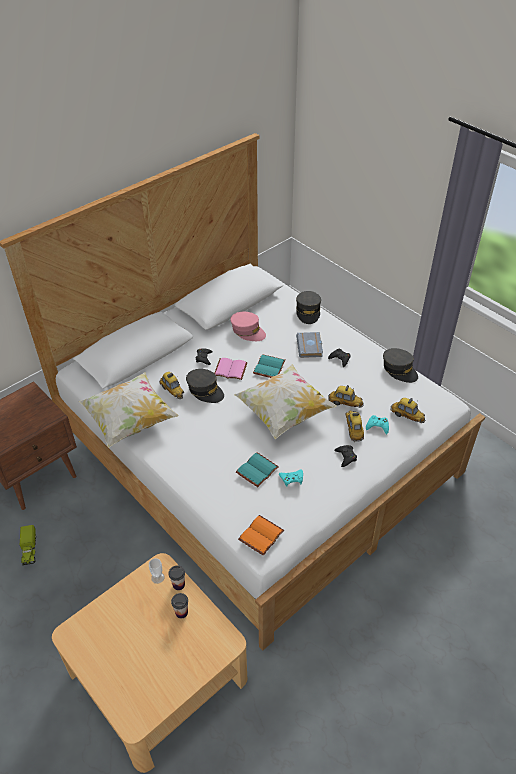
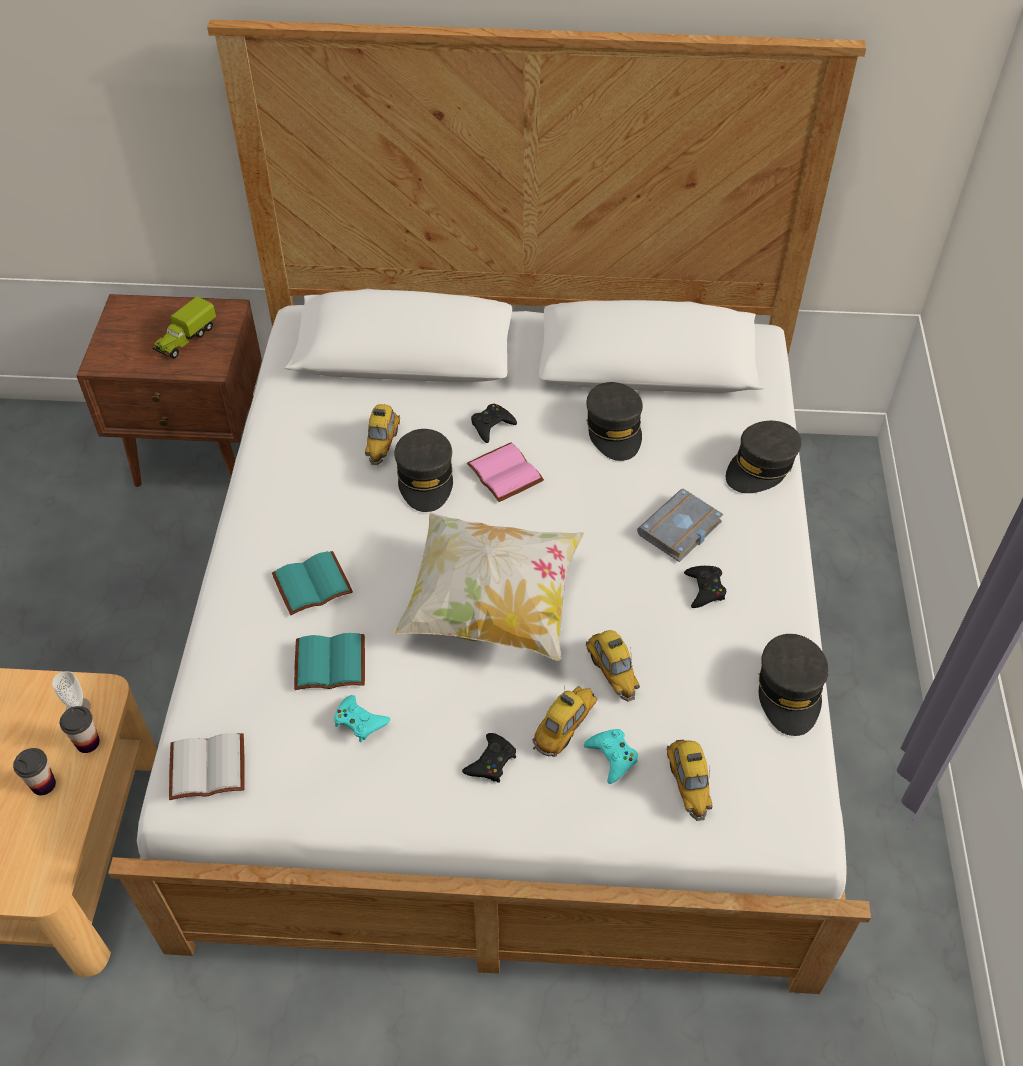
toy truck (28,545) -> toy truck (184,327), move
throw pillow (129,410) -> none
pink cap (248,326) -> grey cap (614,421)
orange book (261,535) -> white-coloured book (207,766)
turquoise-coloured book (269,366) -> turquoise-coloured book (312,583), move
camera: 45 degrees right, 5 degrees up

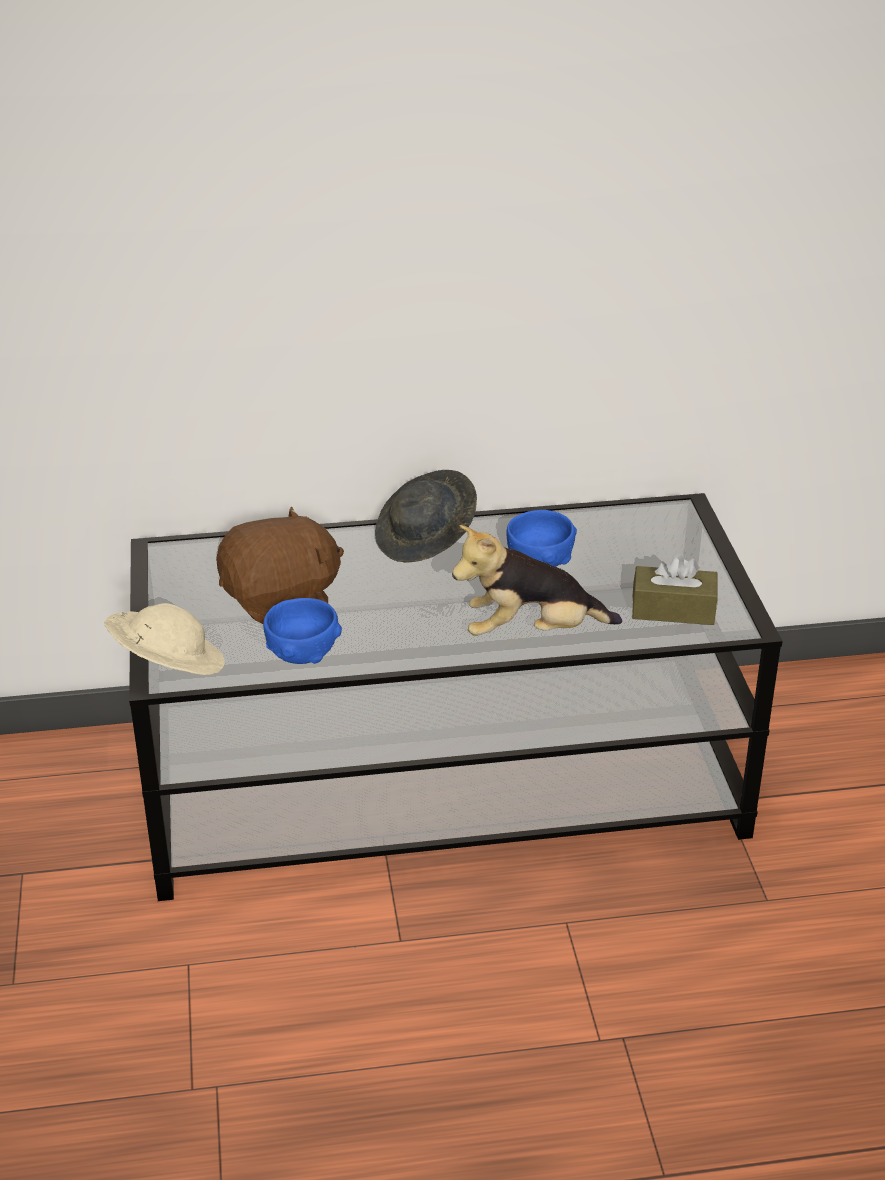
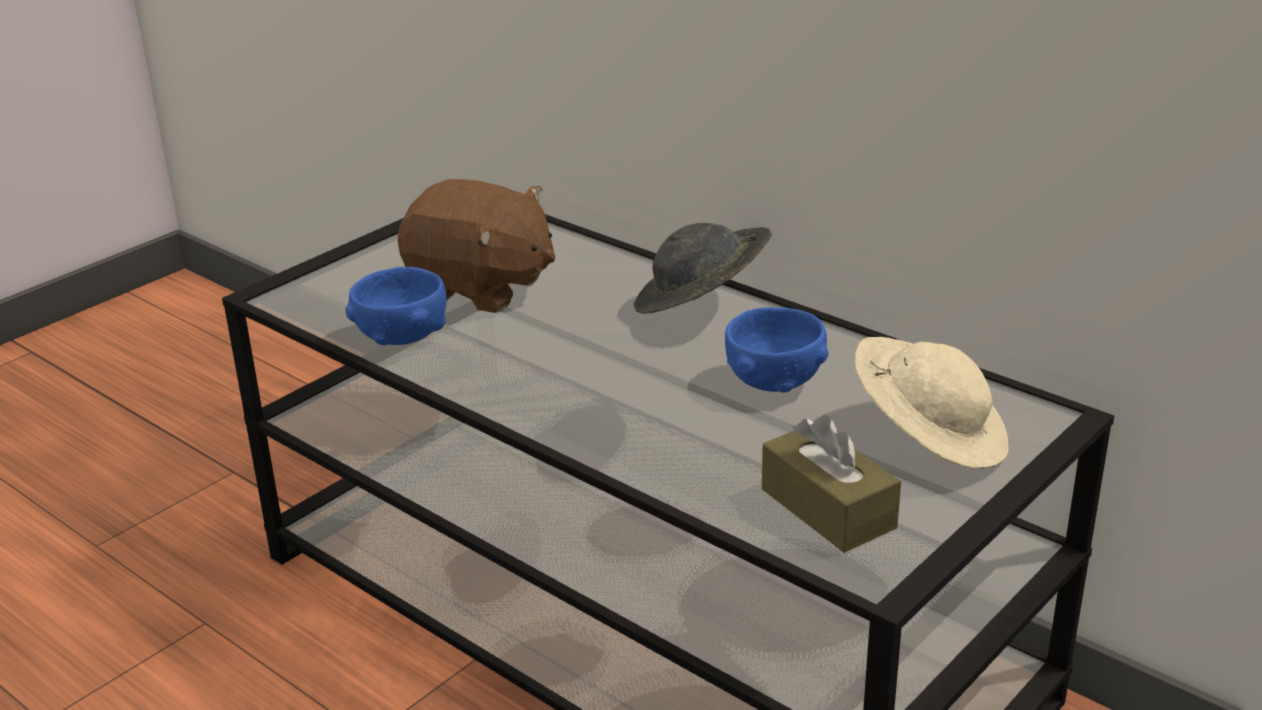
beige-coloured wearable hat (164,639) -> beige-coloured wearable hat (931,403), move
cuddly toy (537,580) -> none
camera: 50 degrees right, 5 degrees down

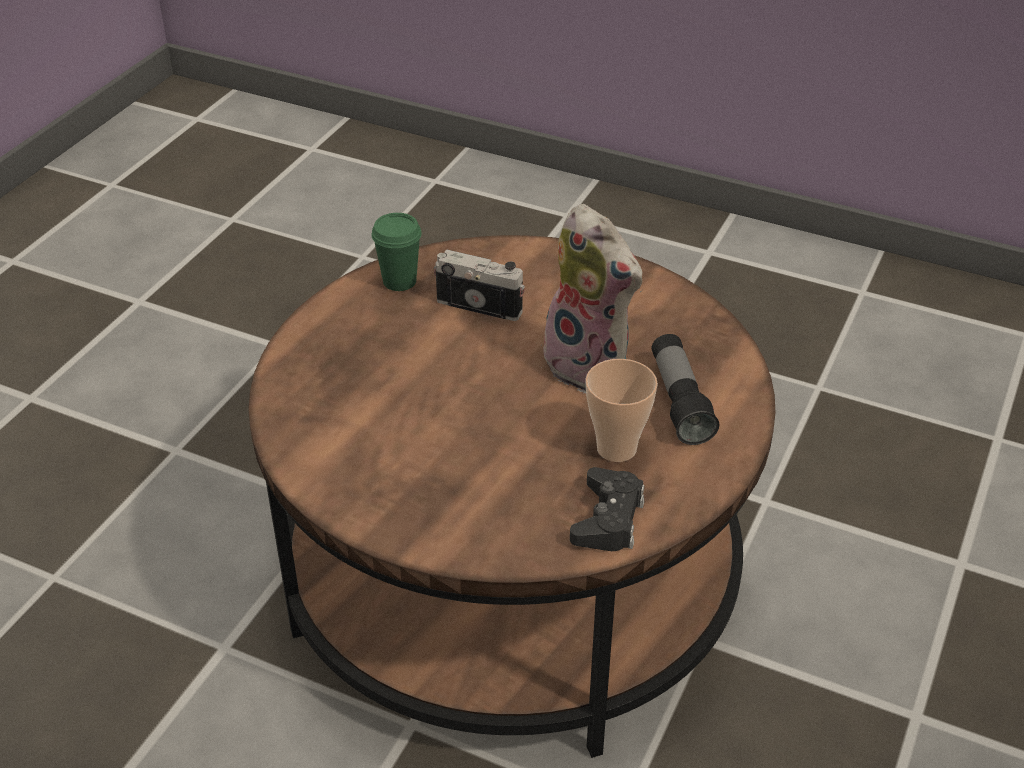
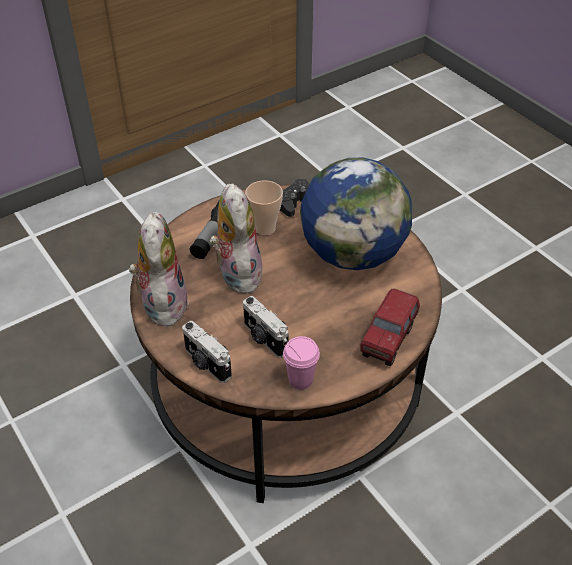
green cup (396,252) -> pink cup (301,363)
none -> cuddly toy (159,269)
none -> photo camera (207,352)
none -> desk globe (356,214)
none -> toy truck (390,327)
camera: 150 degrees left, 5 degrees up

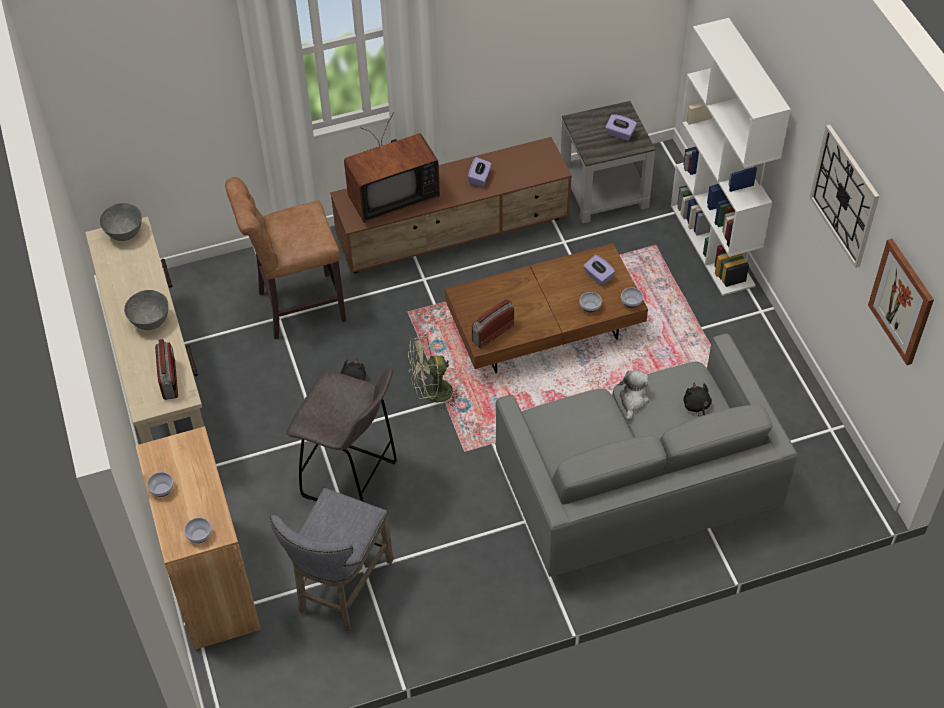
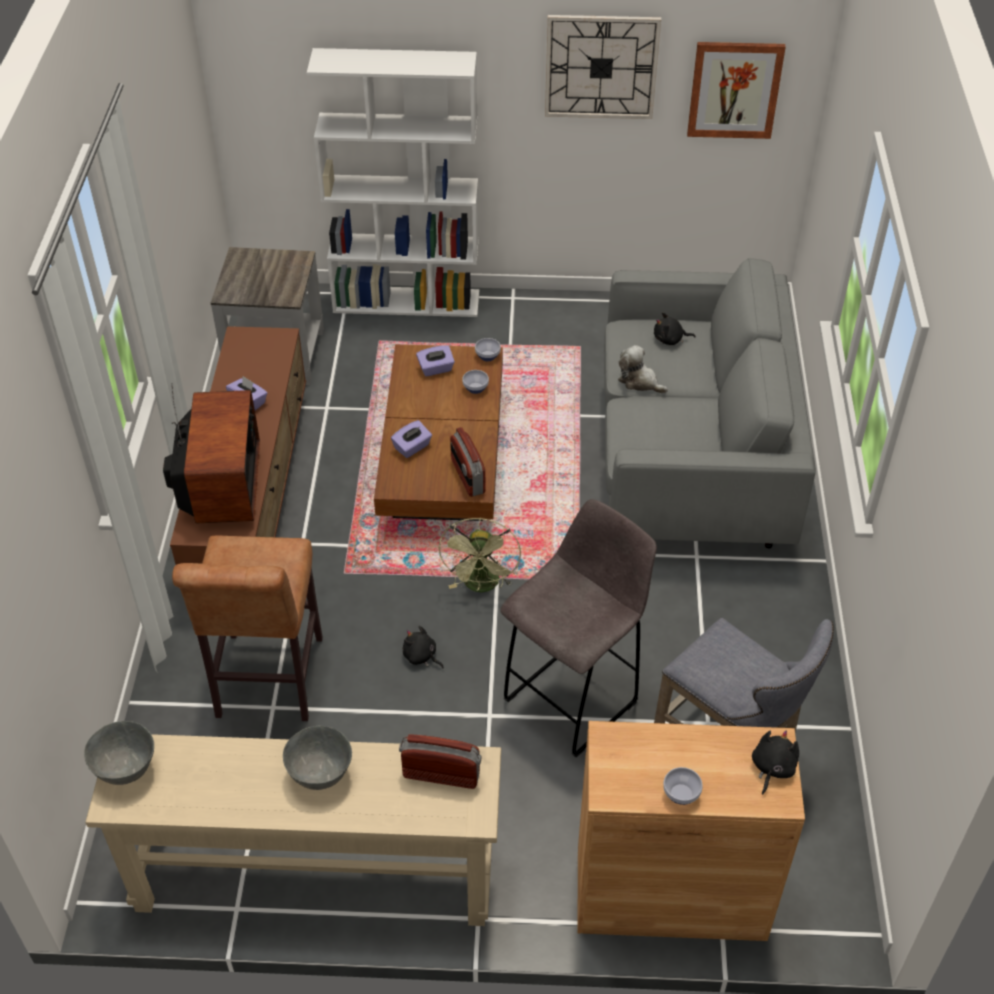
bowl (198,530) -> blackish cuddly toy (775,762)
purple tissue box (621,127) -> purple tissue box (411,439), move
camera: 70 degrees left, 5 degrees down

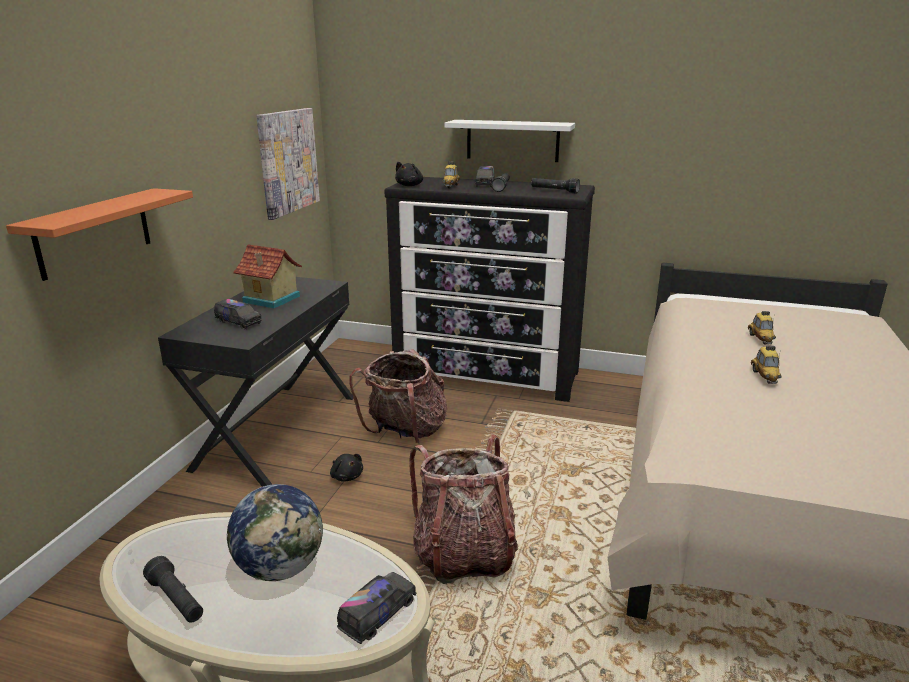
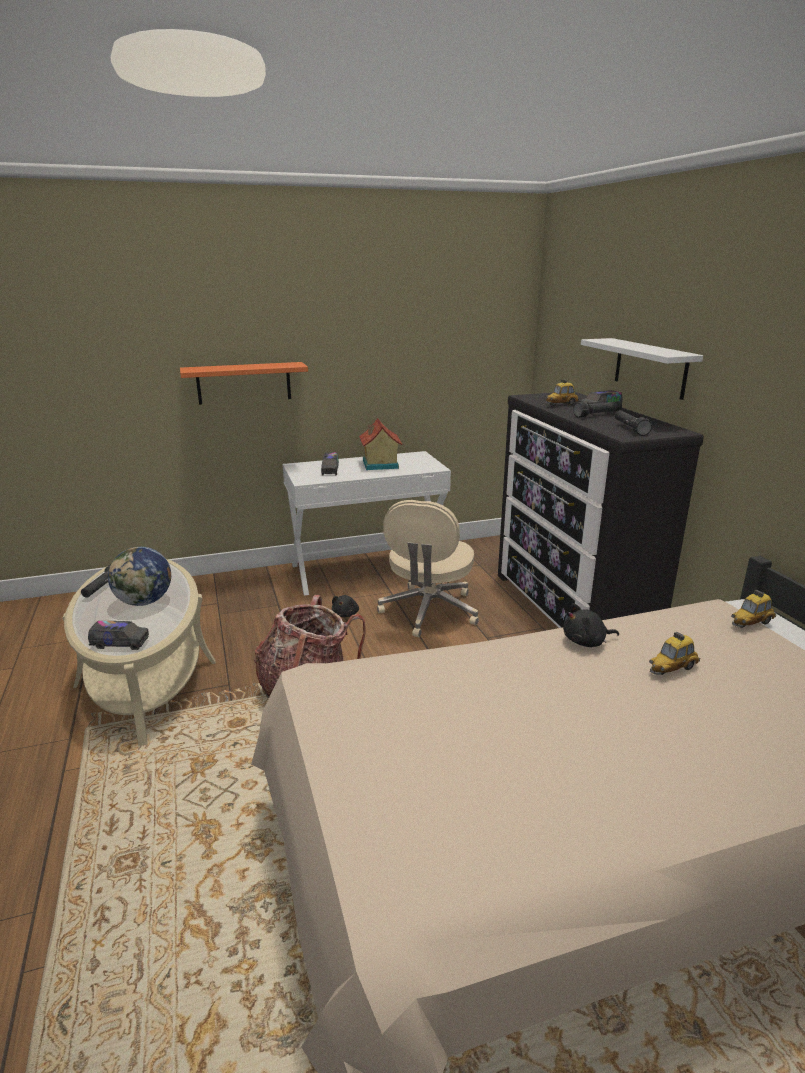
blackish desk table (256,382) -> white-coloured desk table (366,523)
wall art (288,164) -> none
rucksack (398,396) -> beige-coloured office chair (428,568)
blackish cuddly toy (409,174) -> blackish cuddly toy (591,625), move
model car (766,364) -> model car (754,609), move
camera: 55 degrees right, 0 degrees up

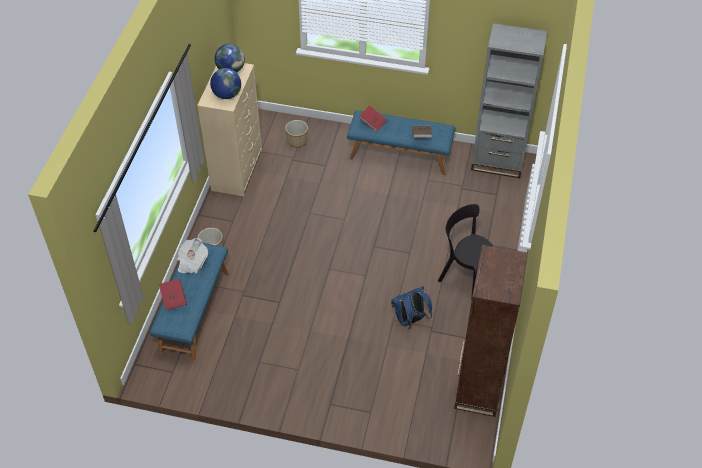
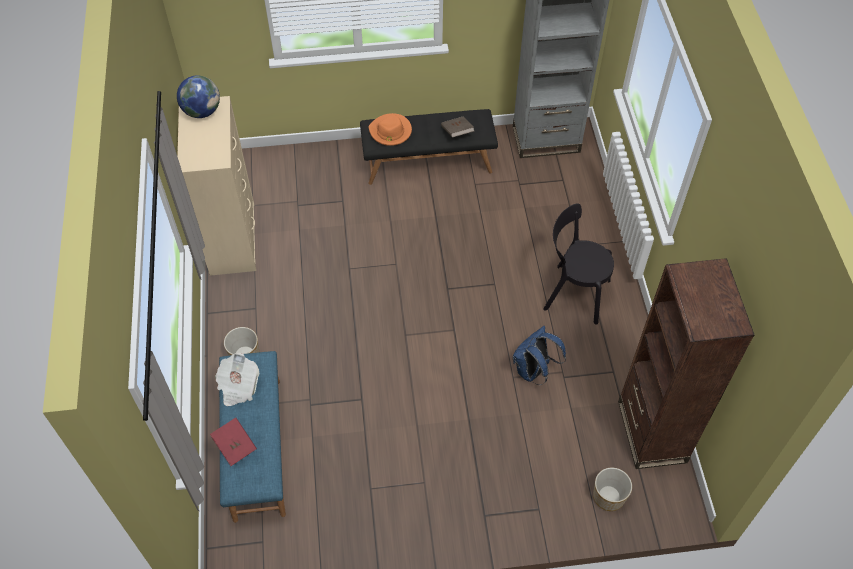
desk globe (225,83) -> none
planter (296,134) -> planter (612,489), move
blue-coloured indoor bench (401,142) -> blackish indoor bench (429,147)
red-coloured book (373,118) -> orange wearable hat (390,129)
camera: 20 degrees left, 5 degrees up

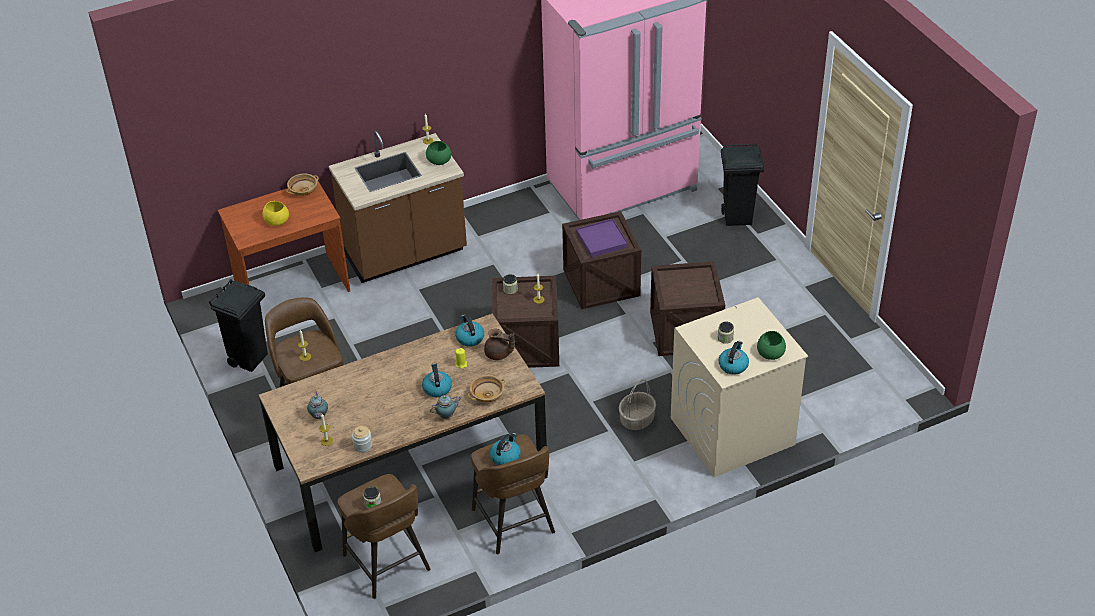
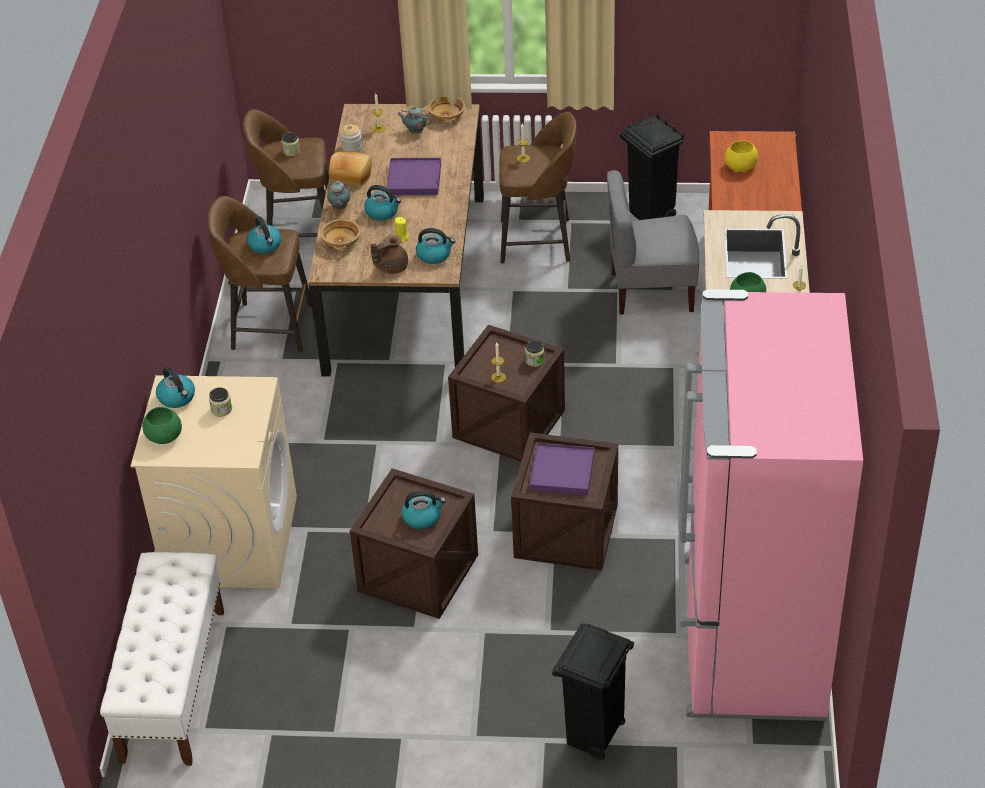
beige-coloured bowl (302,185) -> beige-coloured bowl (446,109), move
storage basket (637,404) -> none
none -> white-coloured indoor bench (162,659)
none -> bread (350,168)
none -> purple tray (413,176)
none -> tea kettle (424,510)
none -> grey upright chair (653,242)
camera: 120 degrees right, 0 degrees up

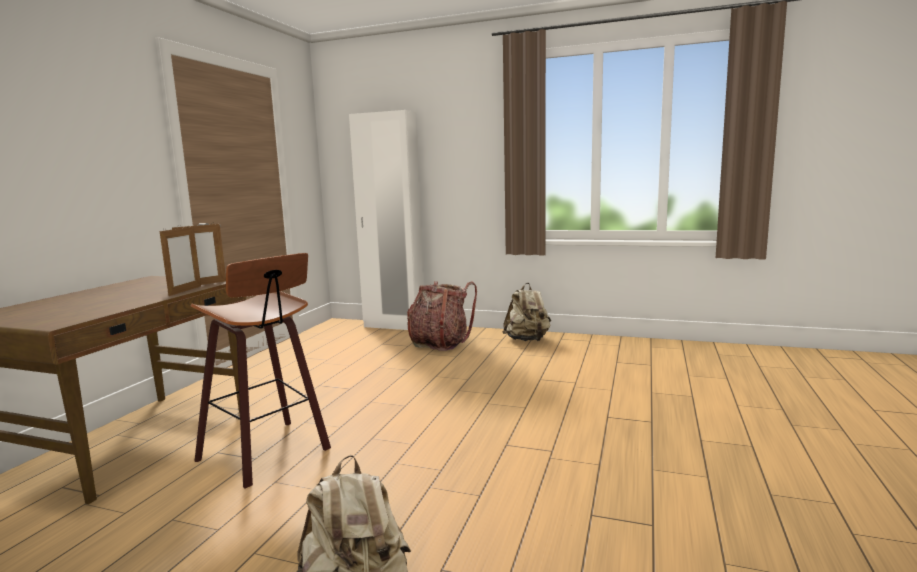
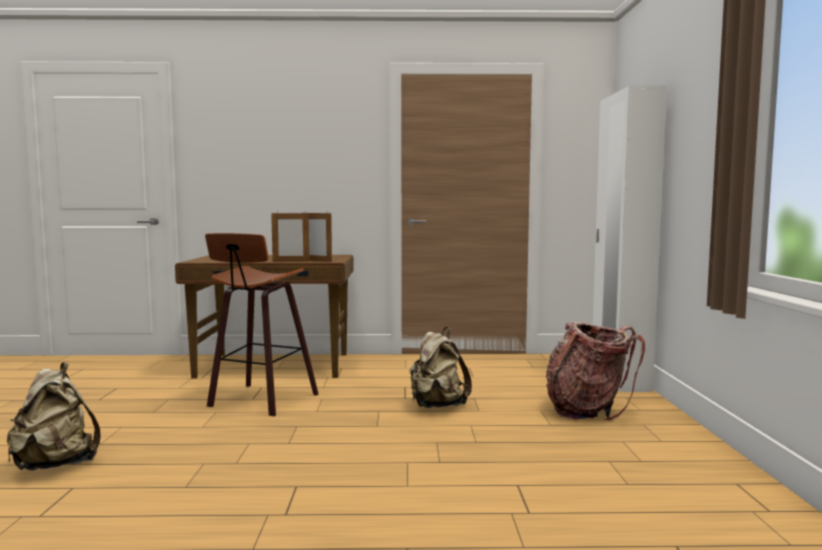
beige-coloured rucksack (526,312) -> beige-coloured rucksack (440,367), move
camera: 70 degrees right, 5 degrees down

